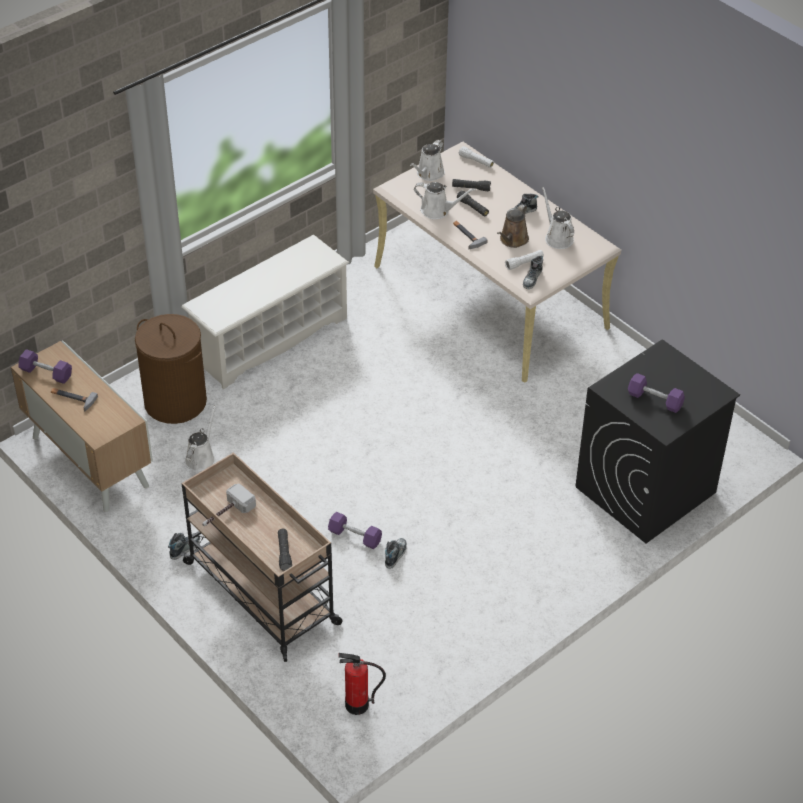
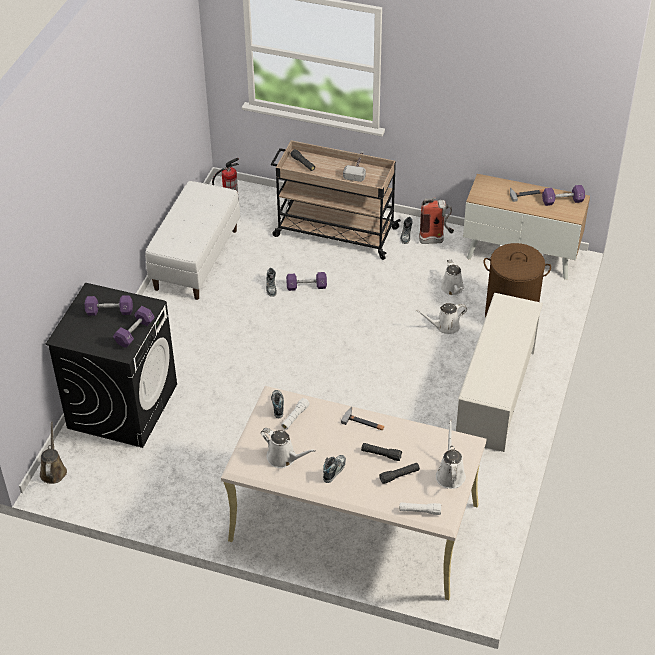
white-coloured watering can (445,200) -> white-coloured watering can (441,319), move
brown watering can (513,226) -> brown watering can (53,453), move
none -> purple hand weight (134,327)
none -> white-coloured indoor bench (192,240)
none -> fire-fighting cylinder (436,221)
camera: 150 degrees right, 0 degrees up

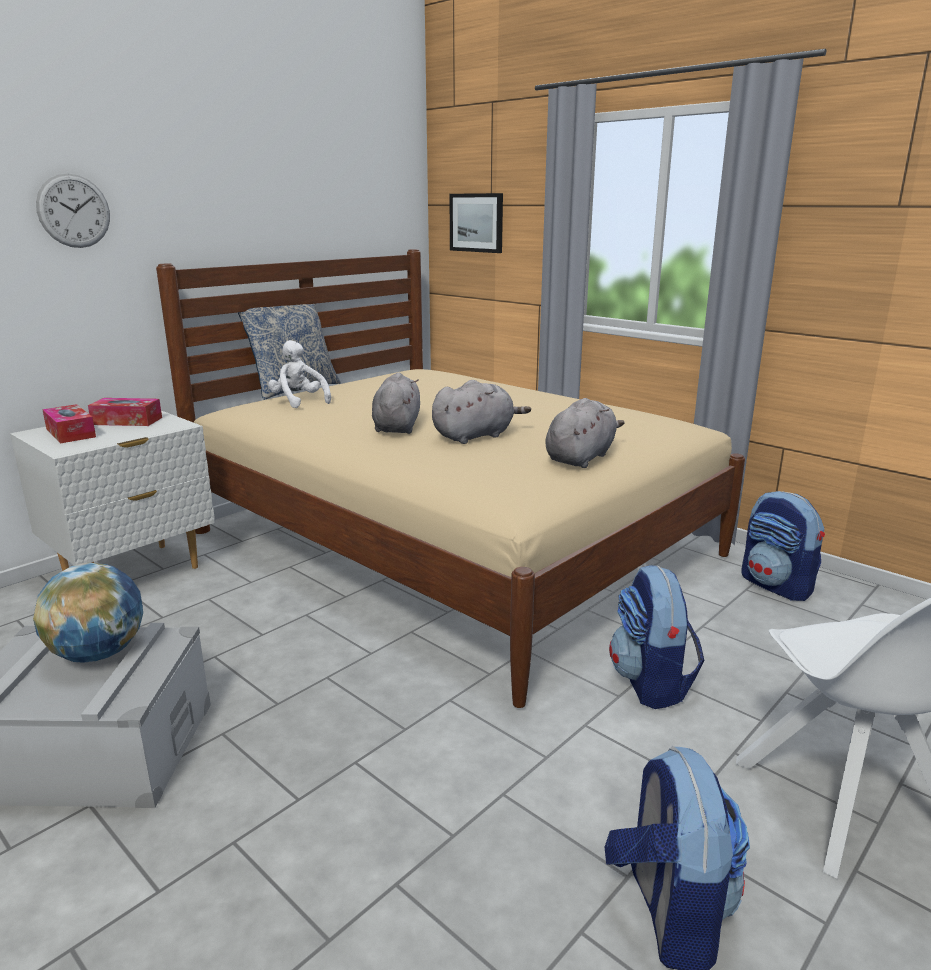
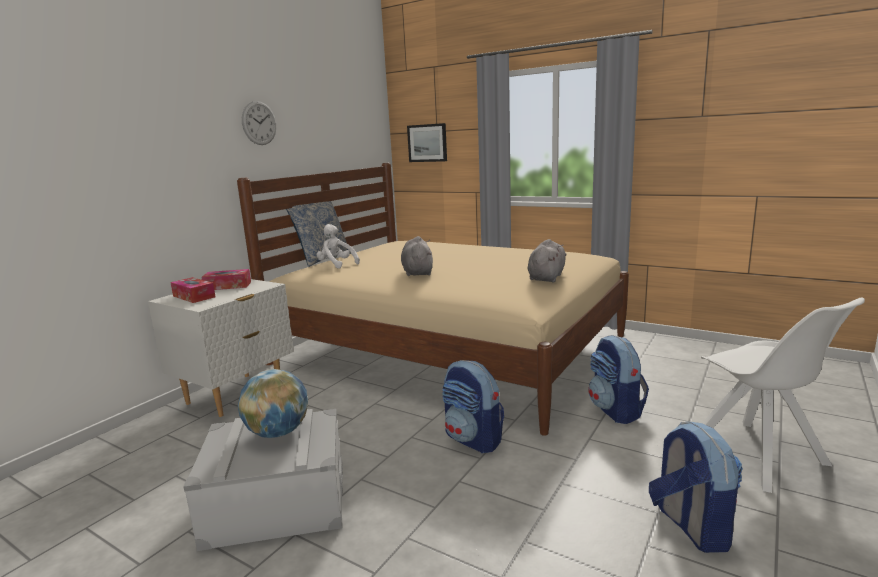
wall clock (73,210) -> wall clock (259,123), move
grey cuddly toy (481,412) -> none
rucksack (783,546) -> rucksack (473,406), move
camera: 10 degrees left, 5 degrees down

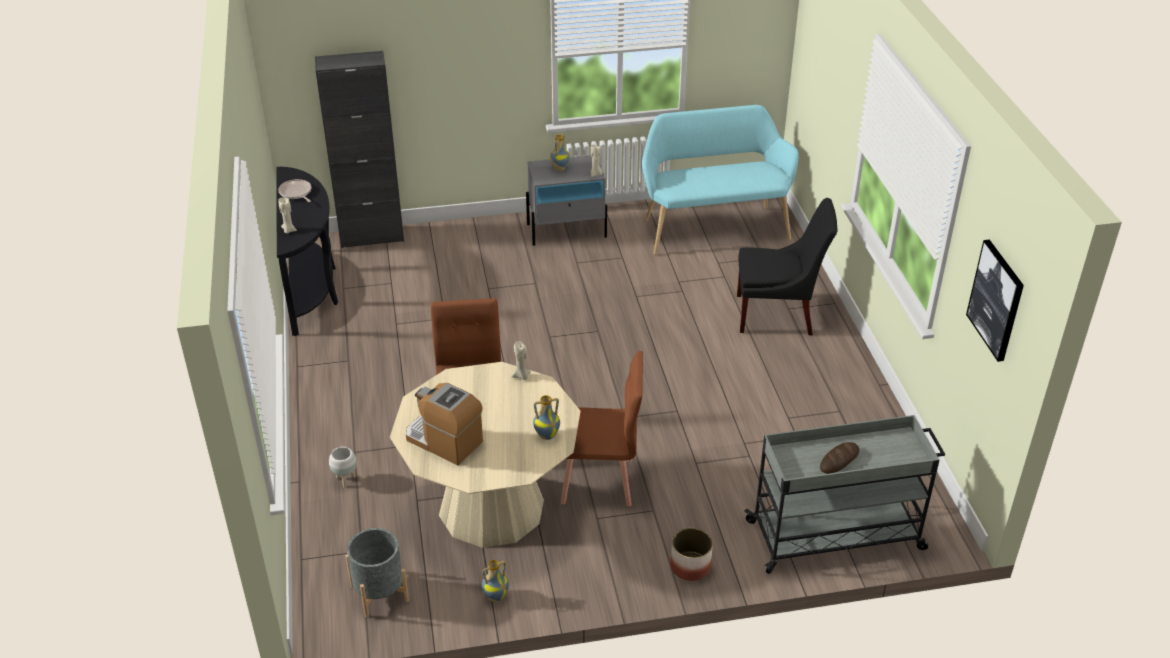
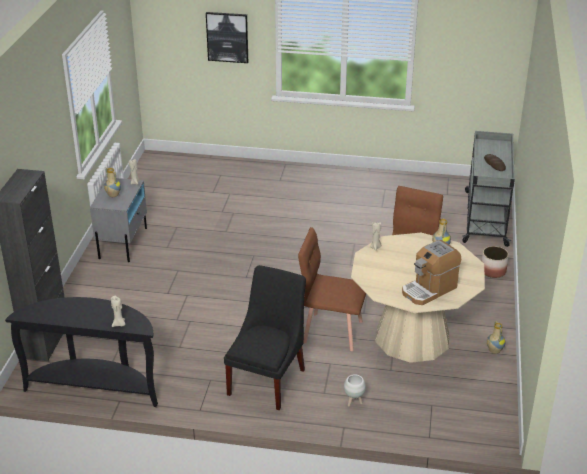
pan (294,190) -> none
grey planter (377,572) -> none
turquoise-coloured indoor bench (720,180) -> none
blackish upright chair (787,266) -> blackish upright chair (265,337), move
wall art (995,301) -> wall art (227,37), move
camera: 70 degrees left, 5 degrees down

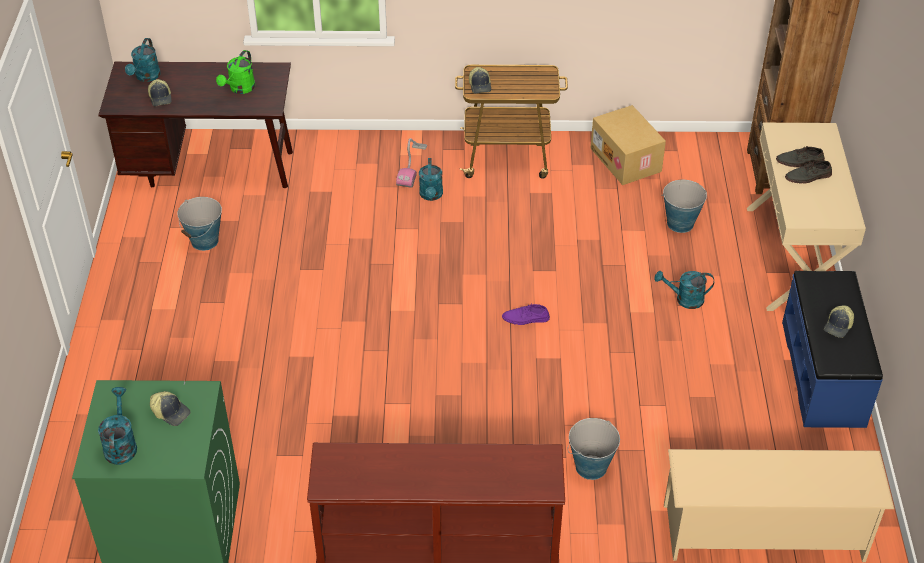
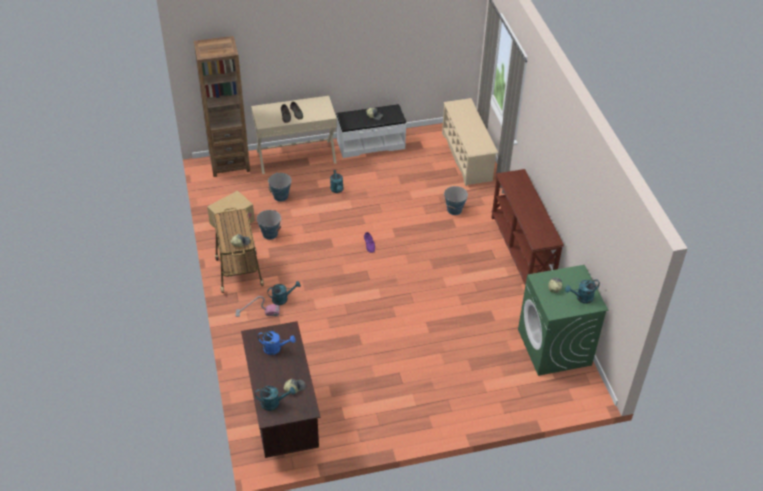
water bucket (199,224) -> water bucket (269,225), move
green watering can (235,72) -> blue-coloured watering can (276,343)
blue-coloured indoor bench (832,349) -> white-coloured indoor bench (371,131)
camera: 105 degrees left, 0 degrees up

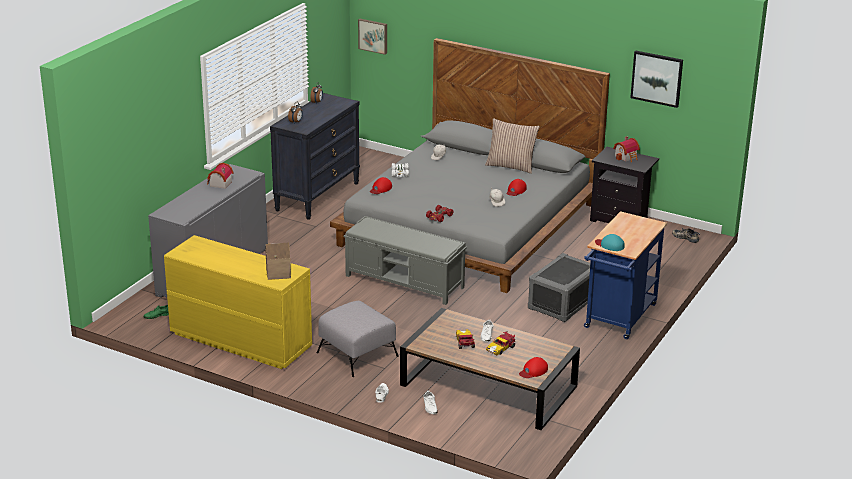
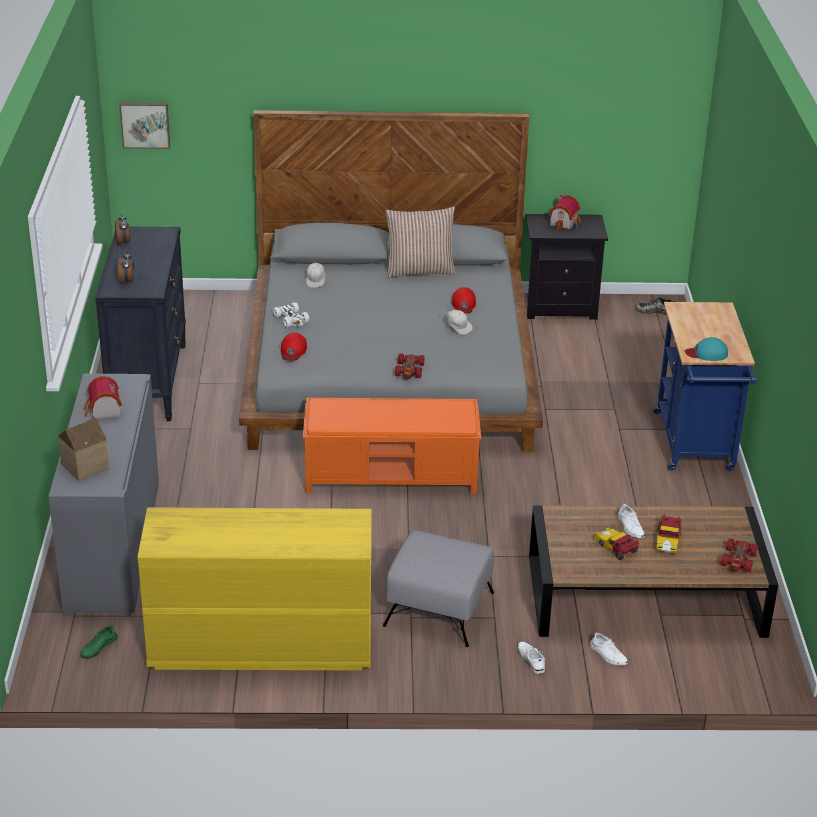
miniature house (278,261) -> miniature house (84,449), move
grey indoor bench (405,260) -> orange indoor bench (392,446)
red-coloured cap (533,367) -> red-coloured model car (739,555)
grey storage container (559,287) -> none
wall art (656,79) -> none
camera: 30 degrees left, 5 degrees up

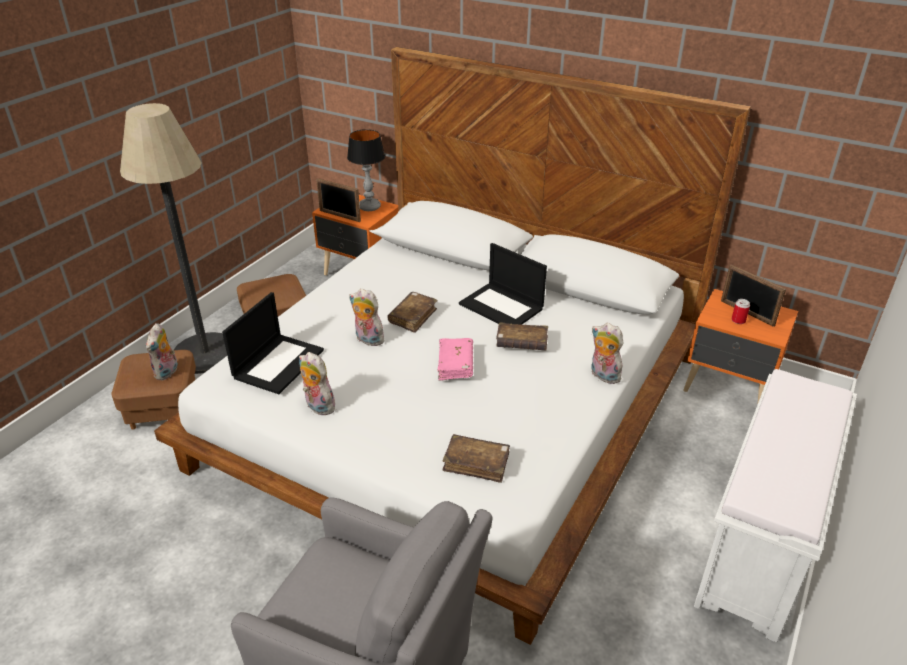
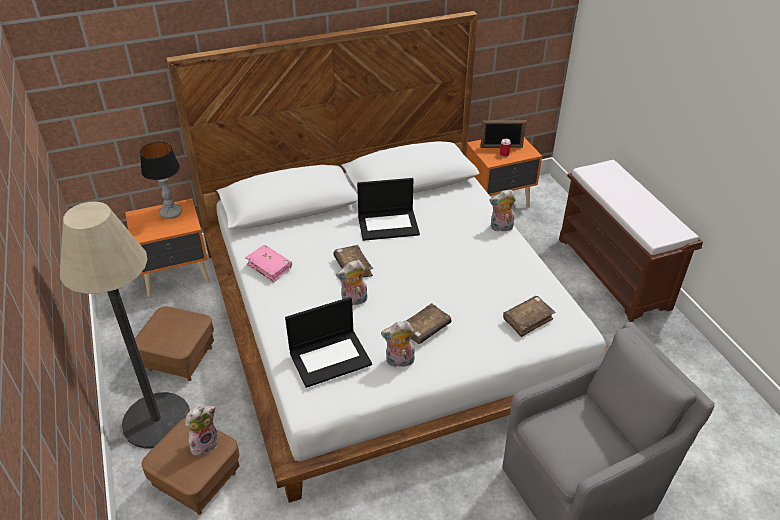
cuddly toy (162,351) -> cuddly toy (201,430), 90 degrees counterclockwise
portable computer (273,343) -> portable computer (328,342), 90 degrees clockwise
standing frame (338,200) -> none
pink book (455,359) -> pink book (268,263), move
brown book (522,336) -> brown book (428,323), move
white-coloured indoor bench (775,506) -> brown indoor bench (631,241)
camera: 50 degrees left, 5 degrees up

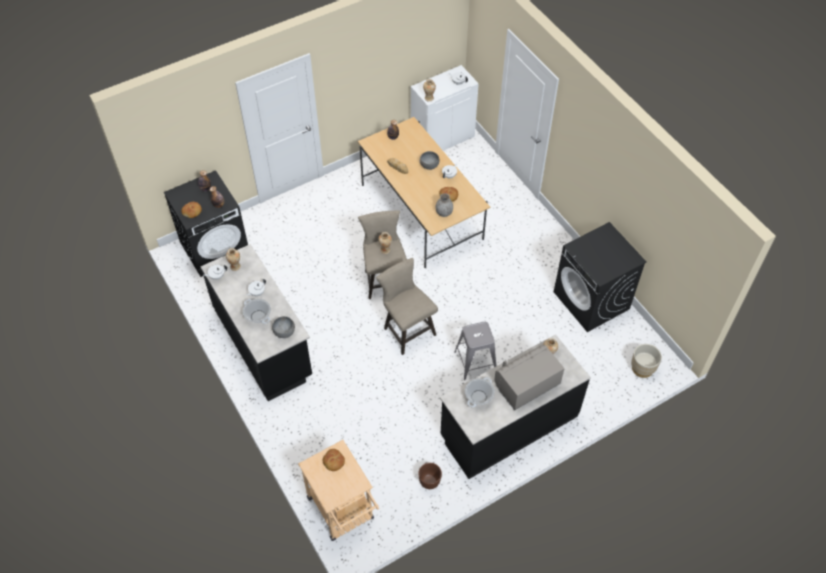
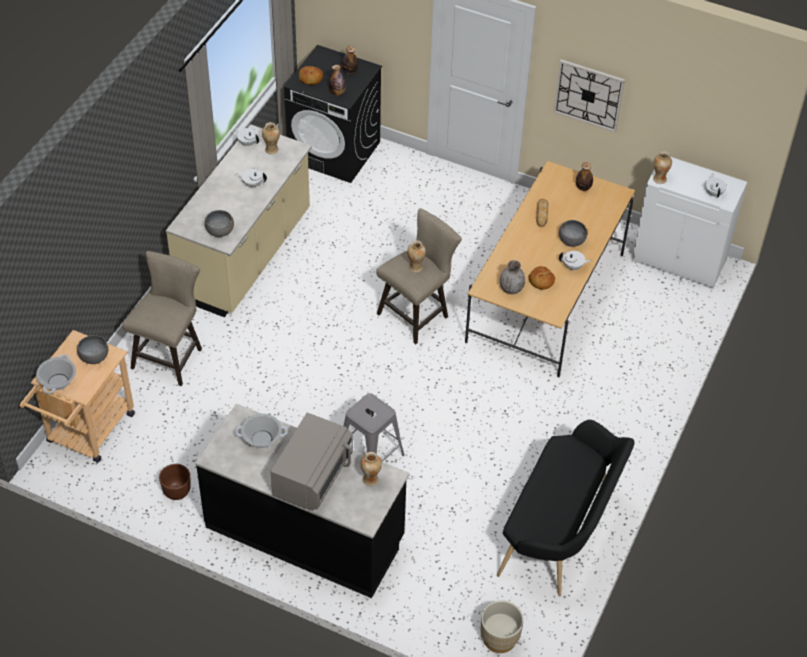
blackish counter (256,322) -> beige-coloured counter (239,221)
stockpot (257,311) -> stockpot (56,374), move
bread (334,460) -> grey bowl (92,349)
beige-coloured stool (407,306) -> beige-coloured stool (162,318), move
grey microwave oven (529,377) -> grey microwave oven (311,462), 90 degrees clockwise
blackish washing machine (600,277) -> blackish indoor bench (566,508)
none -> wall clock (589,95)
camera: 55 degrees right, 5 degrees down

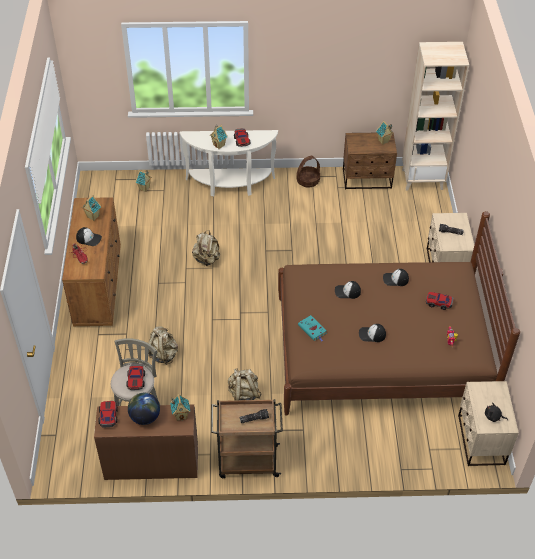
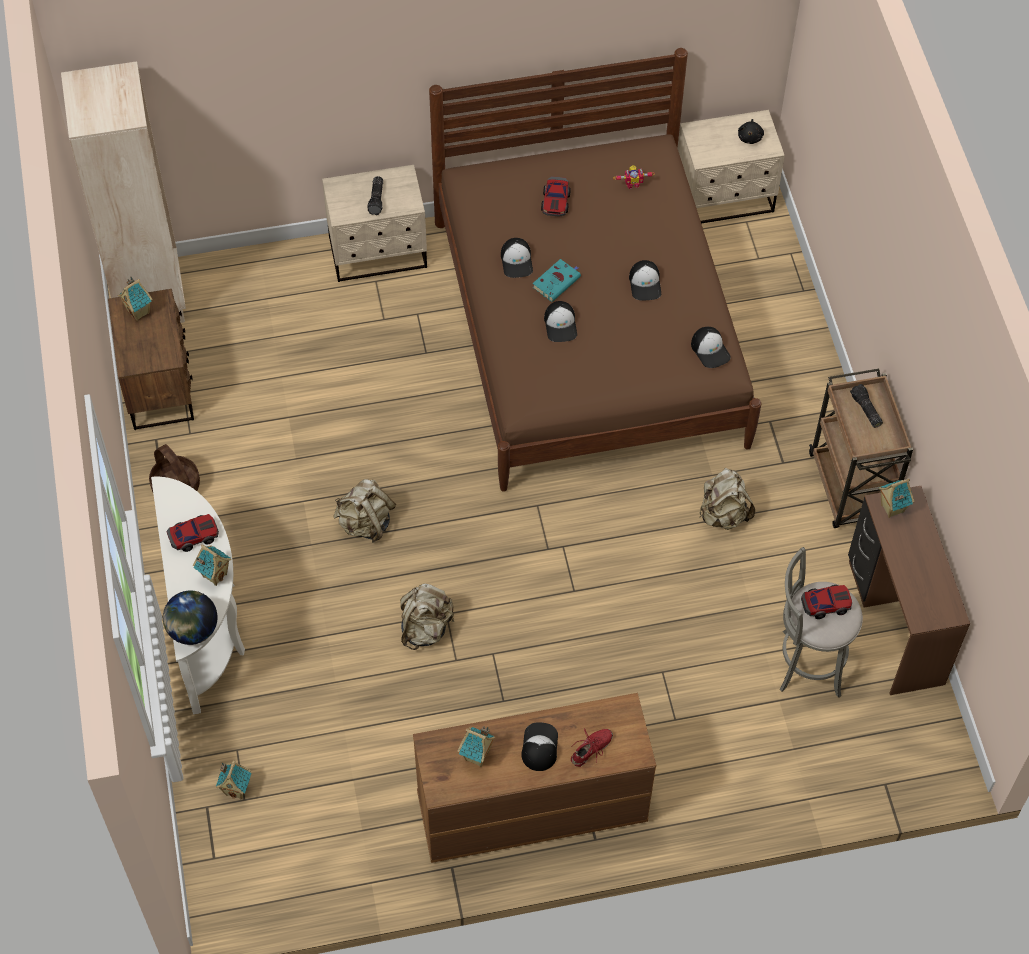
model car (108,414) -> none
desk globe (144,409) -> desk globe (190,617), move
beige-coloured rucksack (163,346) -> beige-coloured rucksack (364,511), move
turquoise-coloured book (312,328) -> turquoise-coloured book (557,280), move
none -> cap (711,347)
camera: 100 degrees left, 10 degrees up

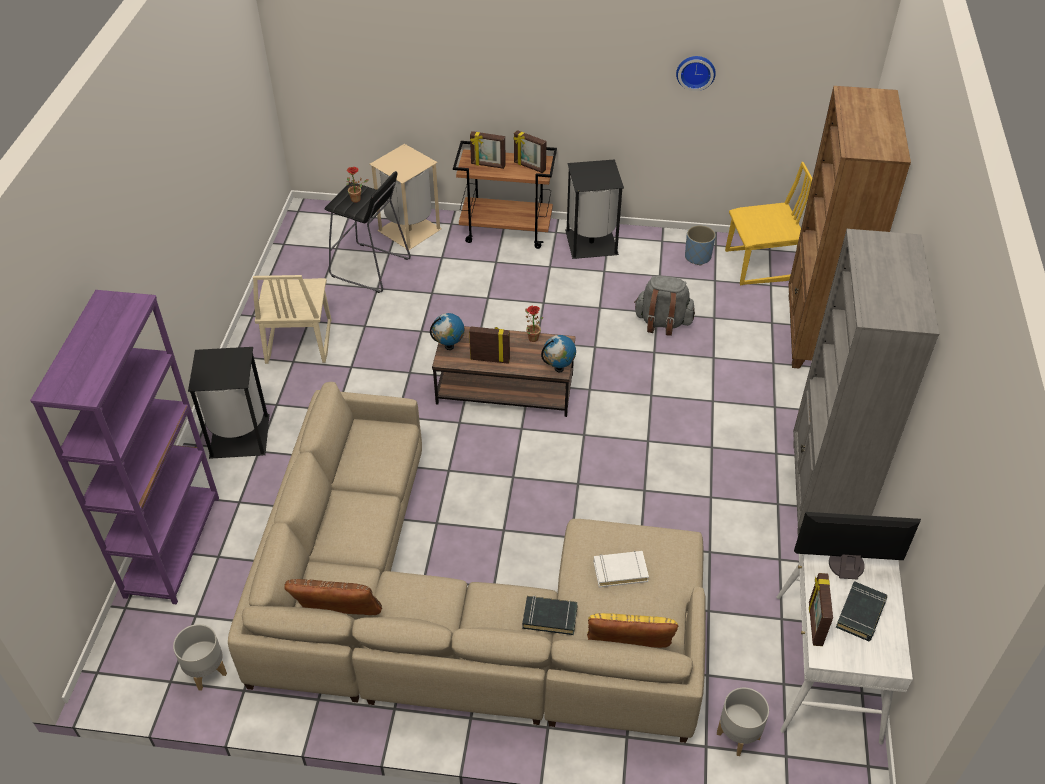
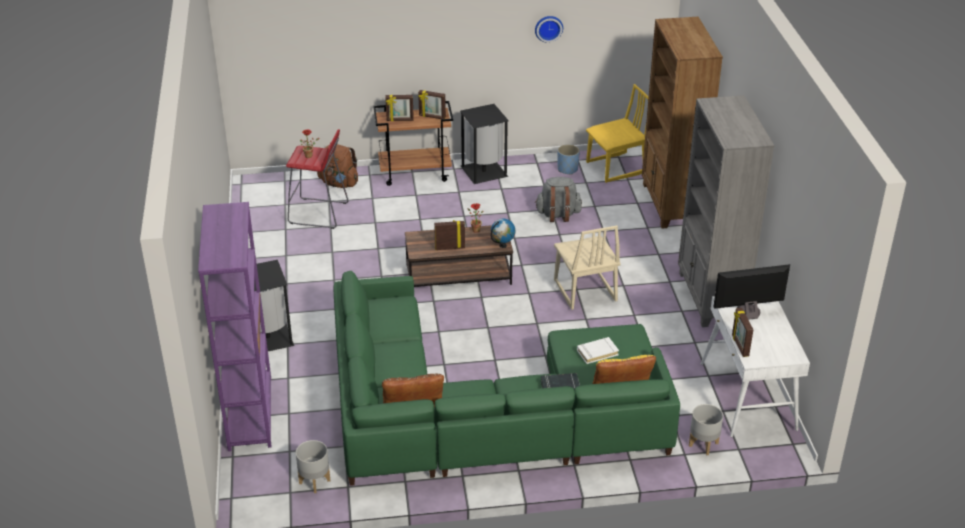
beige-coloured sofa (467,562) -> green sofa (507,378)
beige-coloured upright chair (292,319) -> beige-coloured upright chair (587,268), move
blackish stool (367,232) -> red-coloured stool (317,179)
beige-coloured trash can (406,197) -> brown rucksack (337,166)
desk globe (447,331) -> none
blackish book (861,611) -> none
camera: 15 degrees left, 10 degrees down

